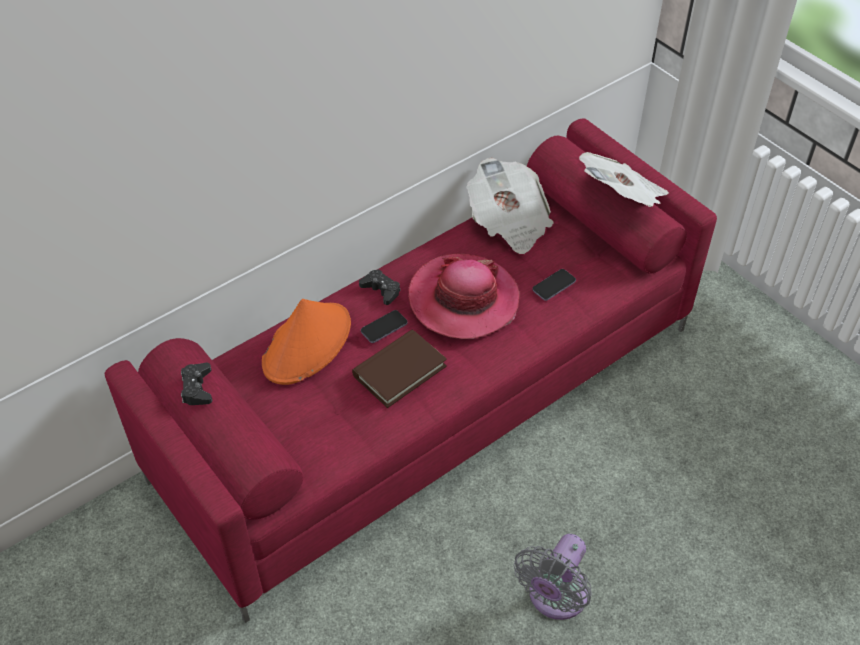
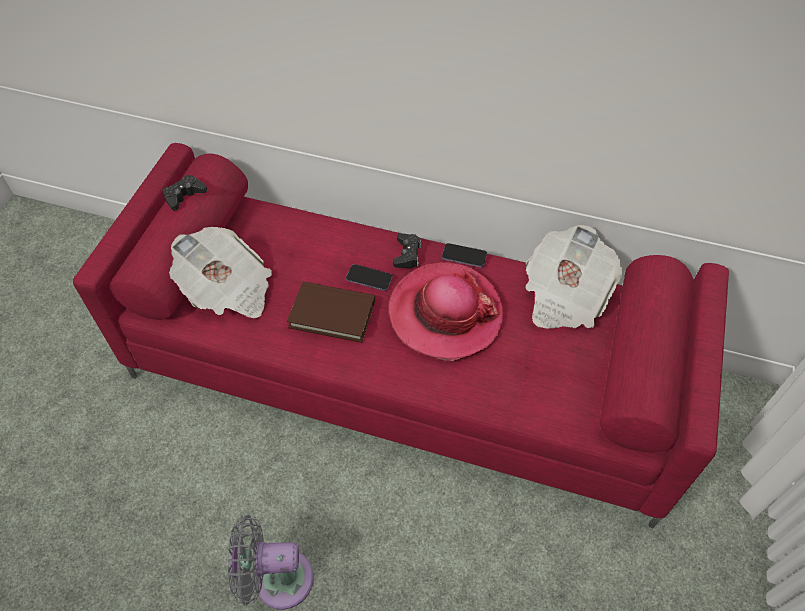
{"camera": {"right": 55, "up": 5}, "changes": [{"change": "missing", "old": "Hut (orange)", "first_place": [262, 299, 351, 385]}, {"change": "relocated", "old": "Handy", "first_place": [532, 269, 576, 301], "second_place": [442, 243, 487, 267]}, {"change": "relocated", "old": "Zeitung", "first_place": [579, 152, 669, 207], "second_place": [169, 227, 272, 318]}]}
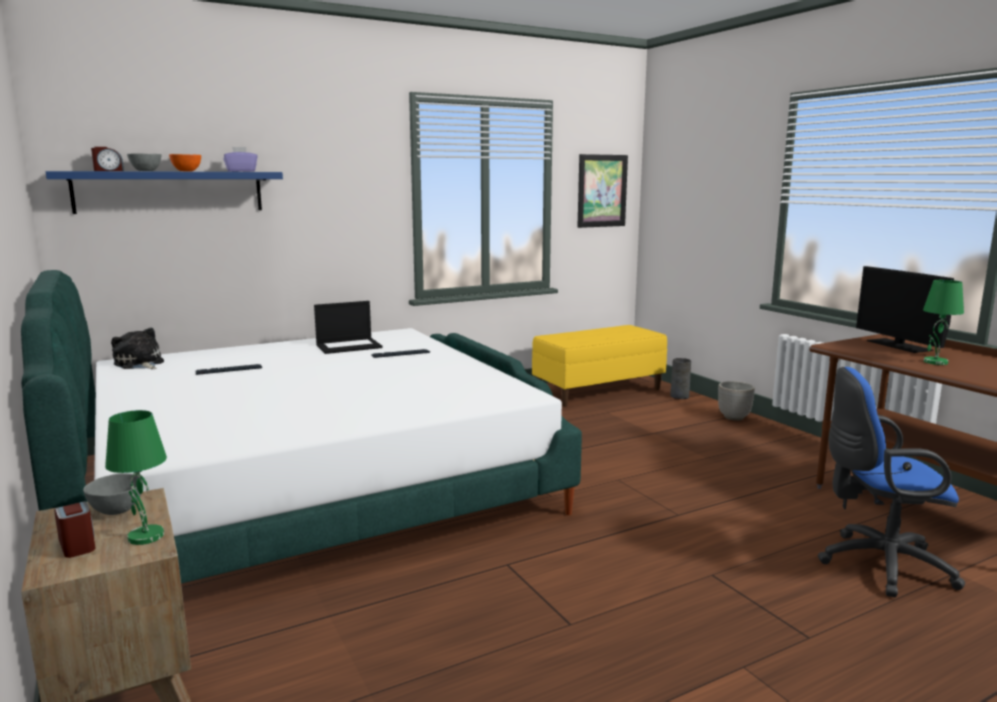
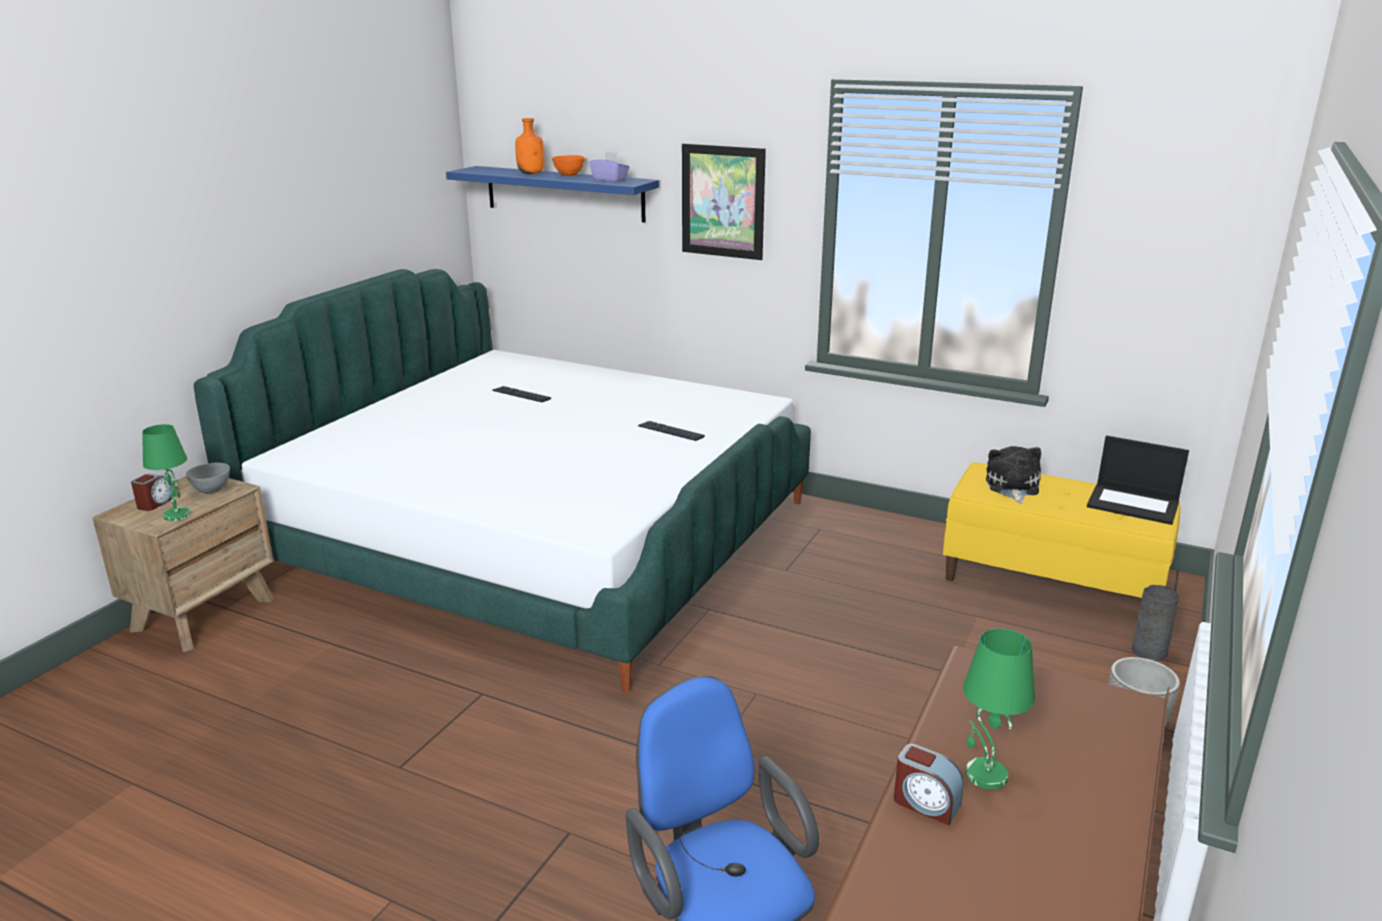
{"camera": {"right": 55, "up": 10}, "changes": [{"change": "missing", "old": "Monitor", "first_place": [856, 266, 954, 353]}, {"change": "relocated", "old": "Wecker", "first_place": [91, 147, 124, 171], "second_place": [894, 744, 964, 825]}, {"change": "relocated", "old": "Plüschtier", "first_place": [111, 327, 164, 369], "second_place": [986, 446, 1041, 504]}, {"change": "relocated", "old": "Laptop", "first_place": [314, 301, 383, 354], "second_place": [1087, 435, 1189, 525]}, {"change": "relocated", "old": "Bild", "first_place": [577, 154, 628, 228], "second_place": [682, 143, 766, 260]}, {"change": "exchanged", "old": "Schüssel (grau)", "new": "Flasche (orange)", "first_place": [127, 153, 162, 171], "second_place": [515, 118, 544, 174]}]}
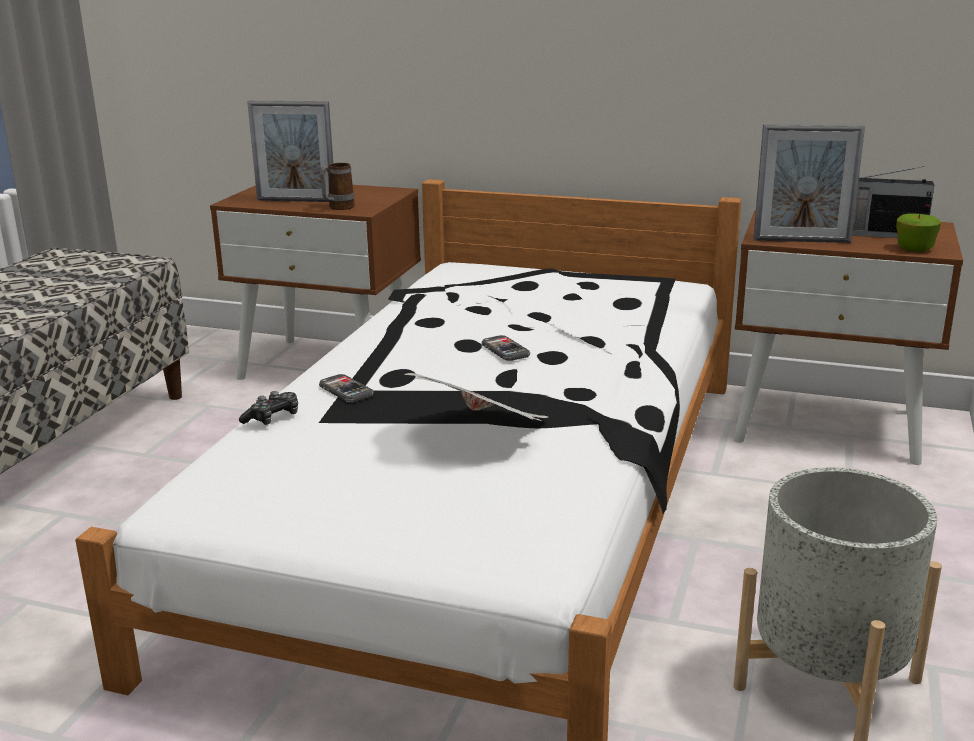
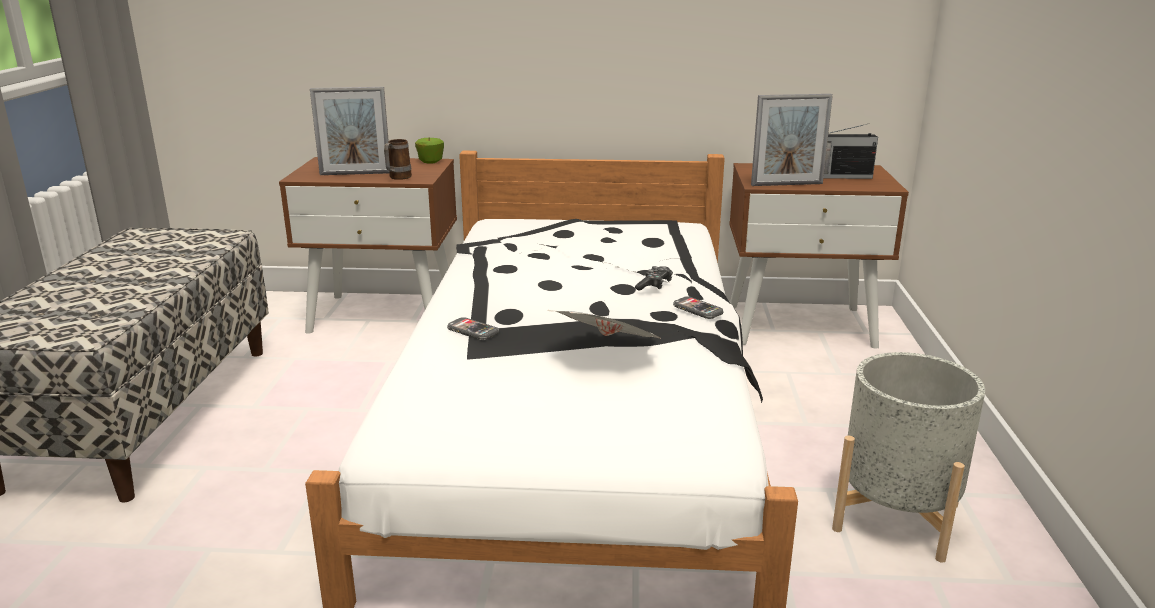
{"camera": {"right": -15, "up": 0}, "changes": [{"change": "relocated", "old": "Gamepad", "first_place": [239, 391, 298, 425], "second_place": [635, 266, 673, 291]}, {"change": "relocated", "old": "Handy", "first_place": [481, 335, 530, 361], "second_place": [673, 296, 724, 319]}, {"change": "relocated", "old": "Apfel", "first_place": [896, 213, 941, 252], "second_place": [415, 138, 444, 164]}]}
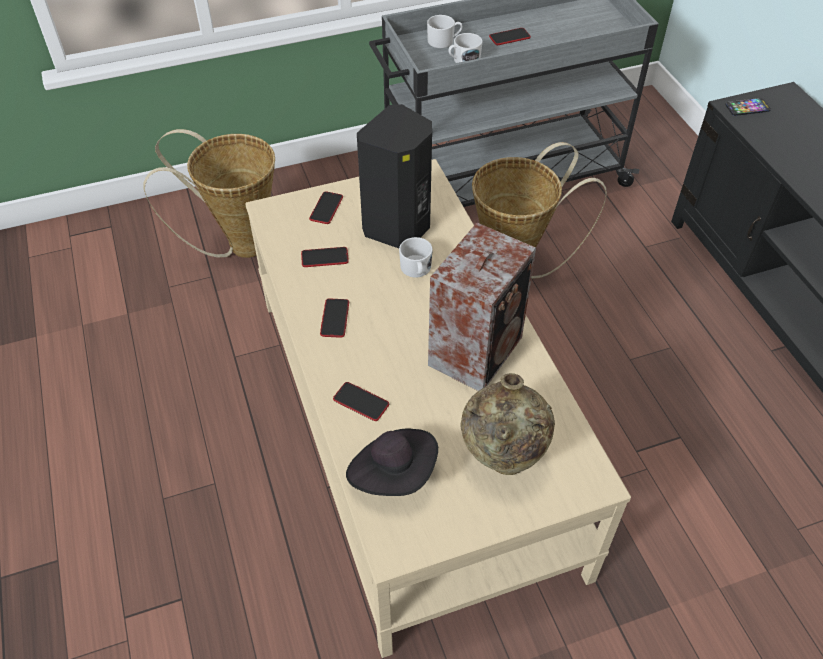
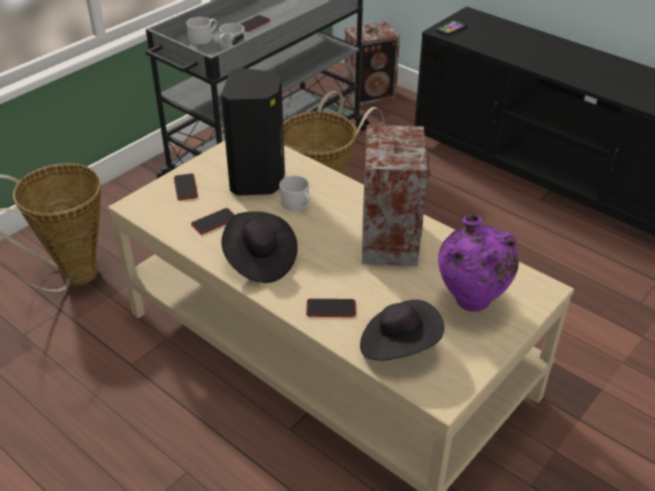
{"camera": {"right": -30, "up": -10}, "changes": [{"change": "appeared", "new": "Lautsprecher", "second_place": [344, 22, 400, 106]}, {"change": "exchanged", "old": "Handy", "new": "Hut (schwarz)", "first_place": [320, 298, 349, 338], "second_place": [221, 211, 298, 283]}, {"change": "colour", "old": "Vase (beige)", "new": "Vase (lila)", "first_place": [460, 373, 555, 475], "second_place": [438, 215, 519, 312]}]}
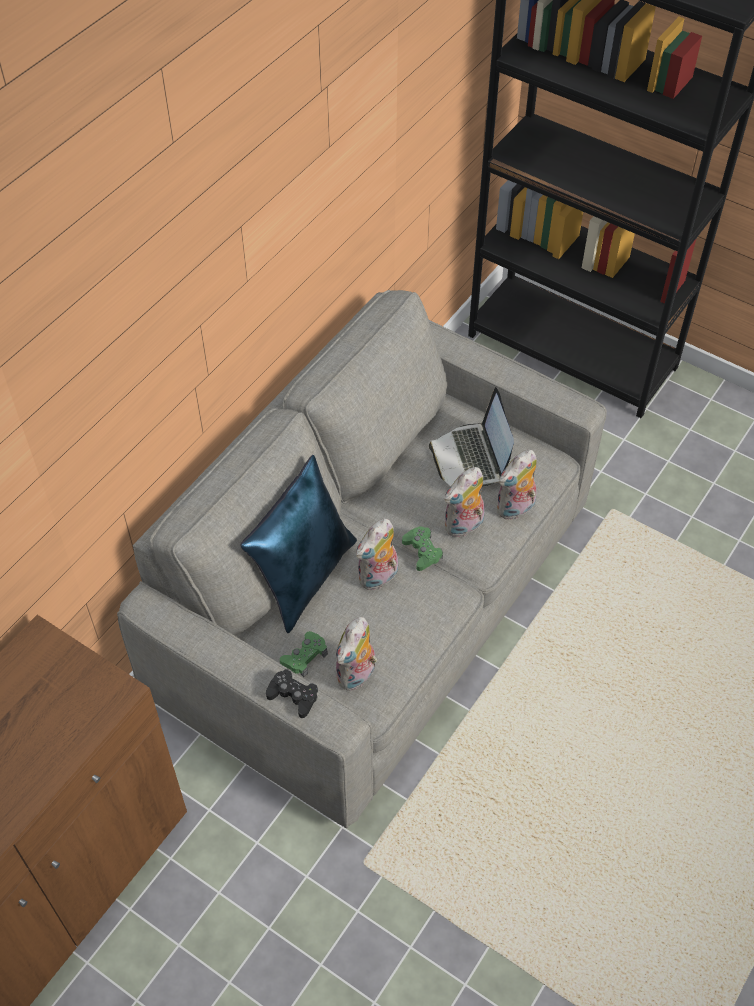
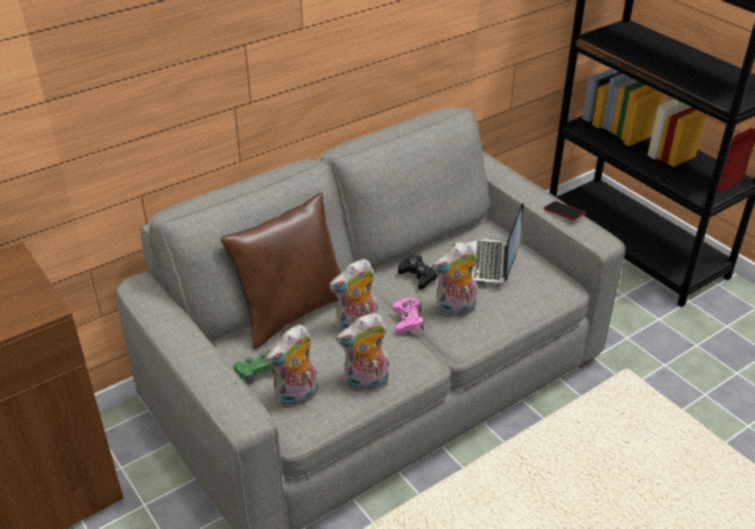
{"camera": {"right": 20, "up": -15}, "changes": [{"change": "appeared", "new": "Handy", "second_place": [544, 201, 585, 220]}, {"change": "relocated", "old": "Gamepad (schwarz)", "first_place": [266, 669, 318, 718], "second_place": [398, 255, 439, 290]}, {"change": "relocated", "old": "Plüschtier", "first_place": [497, 450, 537, 520], "second_place": [336, 313, 389, 393]}, {"change": "colour", "old": "Kissen (blau)", "new": "Kissen (braun)", "first_place": [241, 455, 357, 633], "second_place": [221, 193, 341, 349]}, {"change": "colour", "old": "Gamepad (grün)", "new": "Gamepad (rosa)", "first_place": [402, 526, 443, 571], "second_place": [393, 298, 424, 334]}]}
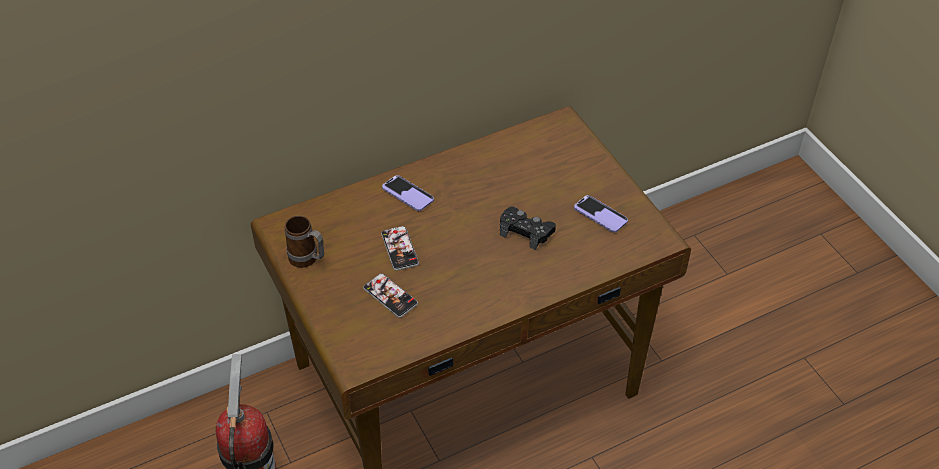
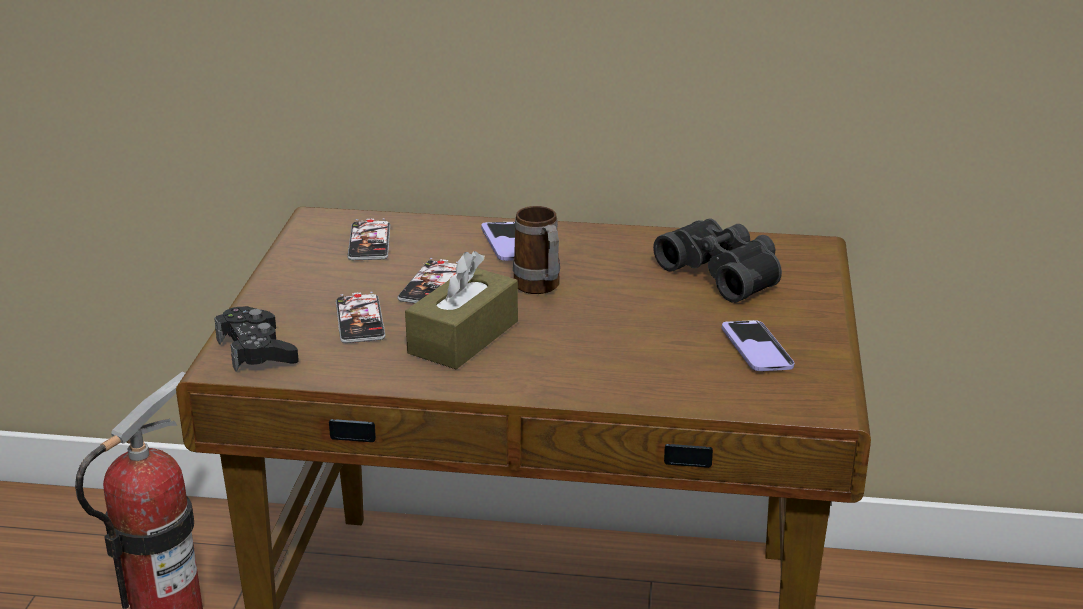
{"camera": {"right": 35, "up": -20}, "changes": [{"change": "appeared", "new": "Handy", "second_place": [347, 218, 390, 260]}, {"change": "appeared", "new": "Taschentuchbox (braun)", "second_place": [405, 251, 518, 369]}, {"change": "appeared", "new": "Fernglas (schwarz)", "second_place": [653, 218, 782, 303]}, {"change": "relocated", "old": "Henkelbecher", "first_place": [284, 216, 324, 268], "second_place": [513, 206, 560, 294]}, {"change": "relocated", "old": "Gamepad (schwarz)", "first_place": [500, 207, 556, 250], "second_place": [214, 306, 299, 372]}]}
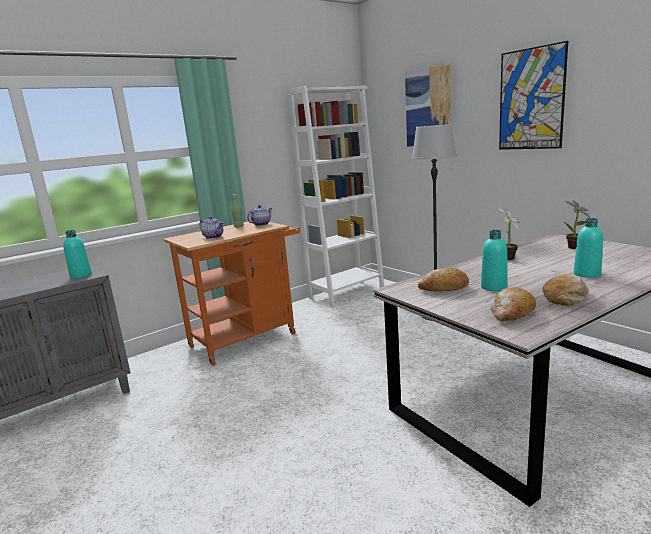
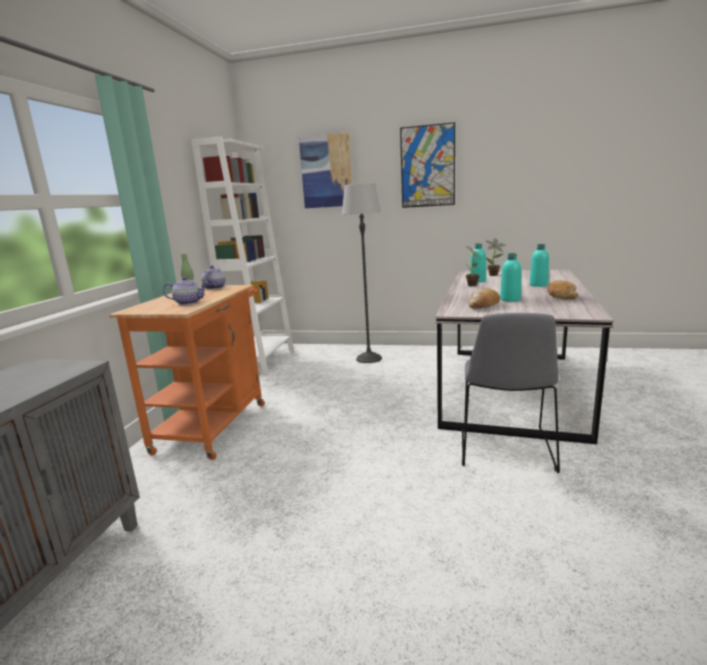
{"camera": {"right": -40, "up": 0}, "changes": [{"change": "missing", "old": "Brot", "first_place": [491, 287, 536, 321]}, {"change": "appeared", "new": "Stuhl (grau)", "second_place": [462, 313, 560, 473]}, {"change": "relocated", "old": "Flasche (türkis)", "first_place": [63, 230, 92, 279], "second_place": [470, 243, 486, 283]}]}
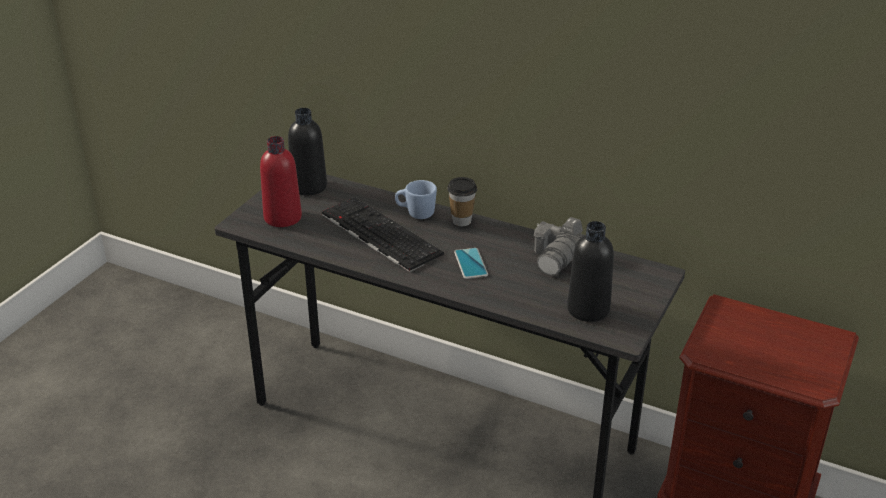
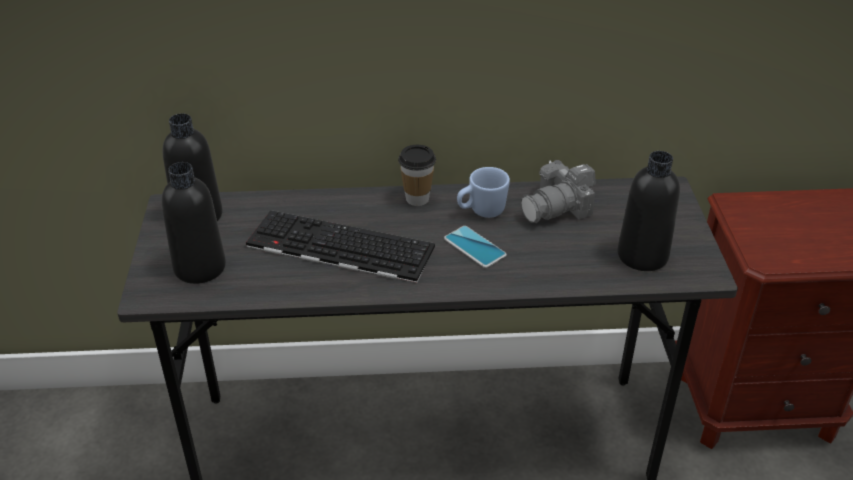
{"camera": {"right": -30, "up": 5}, "changes": [{"change": "relocated", "old": "Henkelbecher (blau)", "first_place": [395, 180, 437, 219], "second_place": [457, 167, 510, 218]}, {"change": "colour", "old": "Flasche (rot)", "new": "Flasche (schwarz)", "first_place": [260, 136, 302, 227], "second_place": [161, 162, 226, 284]}, {"change": "spun", "old": "Kamera", "first_place": [534, 217, 584, 276], "second_place": [520, 160, 596, 223], "degrees": 60}]}
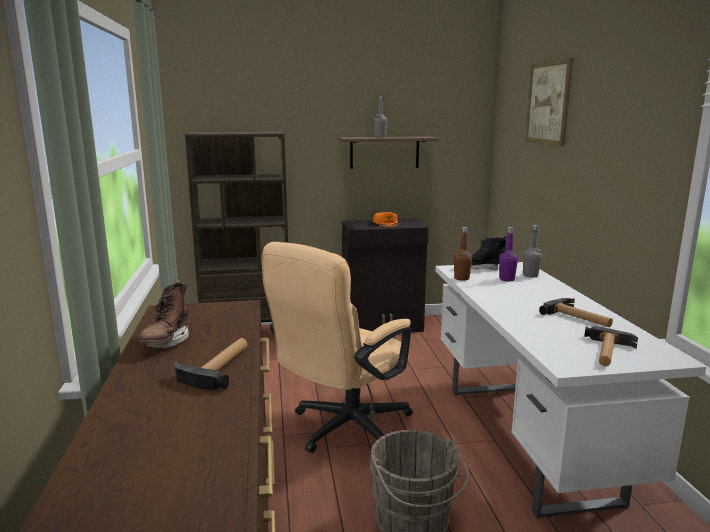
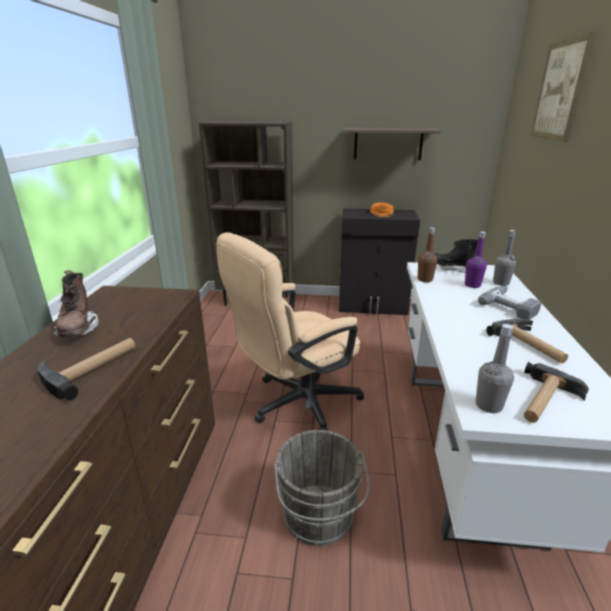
{"camera": {"right": 15, "up": 10}, "changes": [{"change": "appeared", "new": "Bohrmaschine", "second_place": [478, 286, 541, 320]}, {"change": "relocated", "old": "Flasche (grau)", "first_place": [374, 96, 387, 137], "second_place": [476, 324, 514, 413]}, {"change": "spun", "old": "Stiefel (braun)", "first_place": [138, 280, 190, 348], "second_place": [53, 270, 99, 337], "degrees": -45}]}
